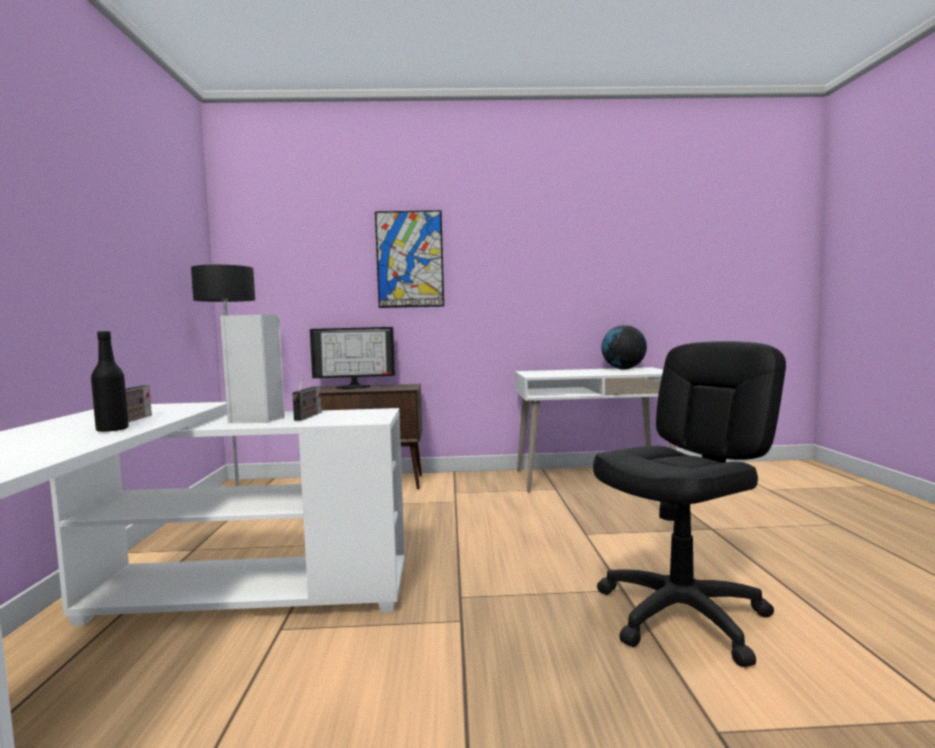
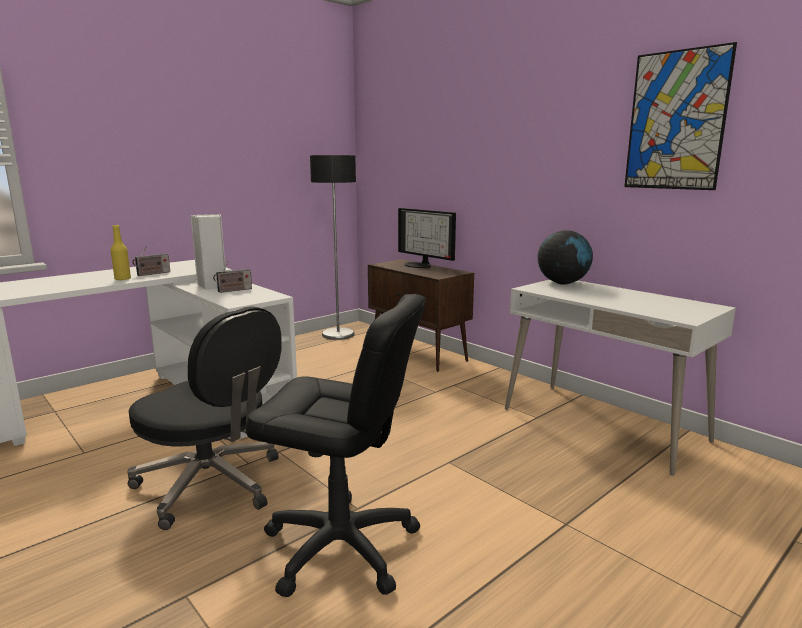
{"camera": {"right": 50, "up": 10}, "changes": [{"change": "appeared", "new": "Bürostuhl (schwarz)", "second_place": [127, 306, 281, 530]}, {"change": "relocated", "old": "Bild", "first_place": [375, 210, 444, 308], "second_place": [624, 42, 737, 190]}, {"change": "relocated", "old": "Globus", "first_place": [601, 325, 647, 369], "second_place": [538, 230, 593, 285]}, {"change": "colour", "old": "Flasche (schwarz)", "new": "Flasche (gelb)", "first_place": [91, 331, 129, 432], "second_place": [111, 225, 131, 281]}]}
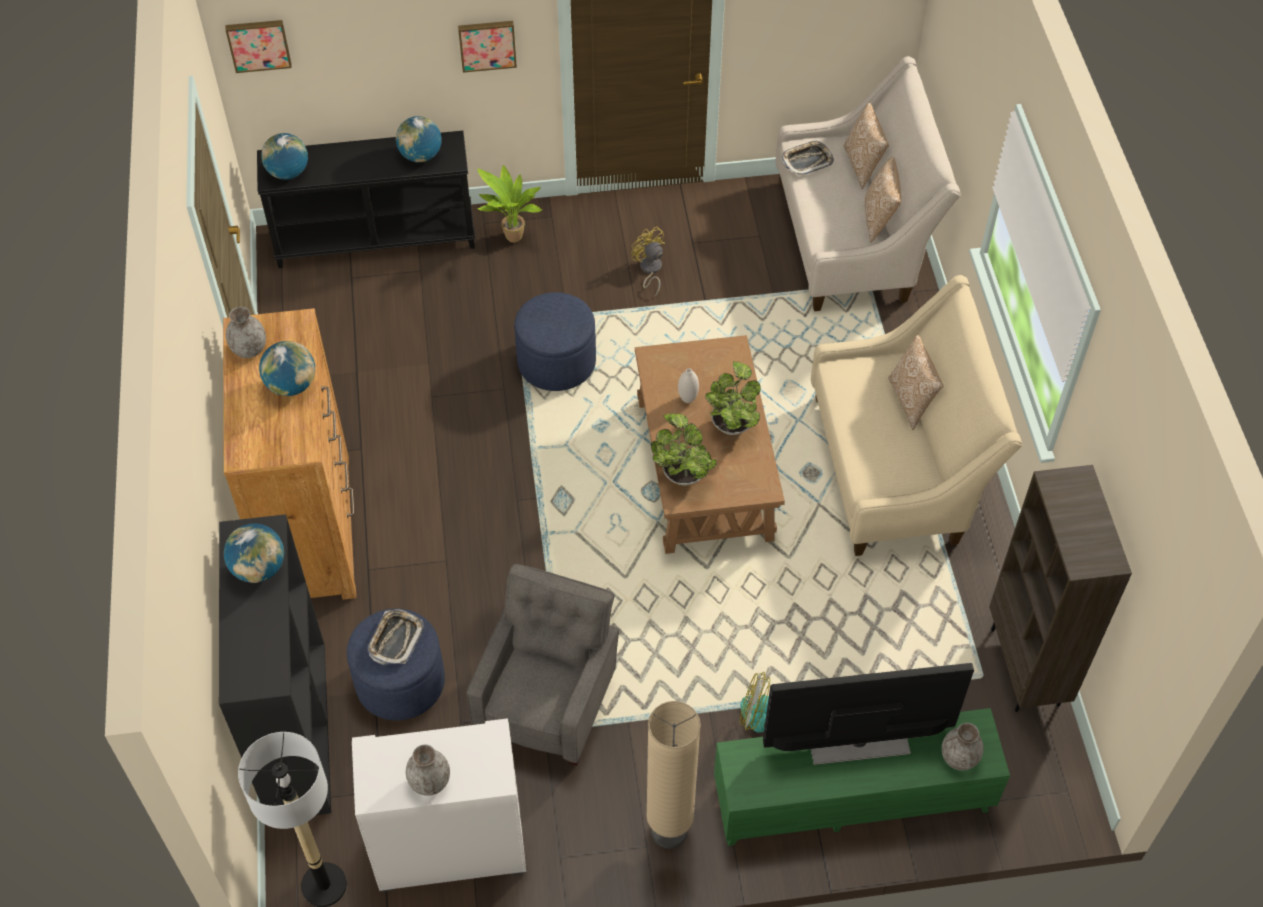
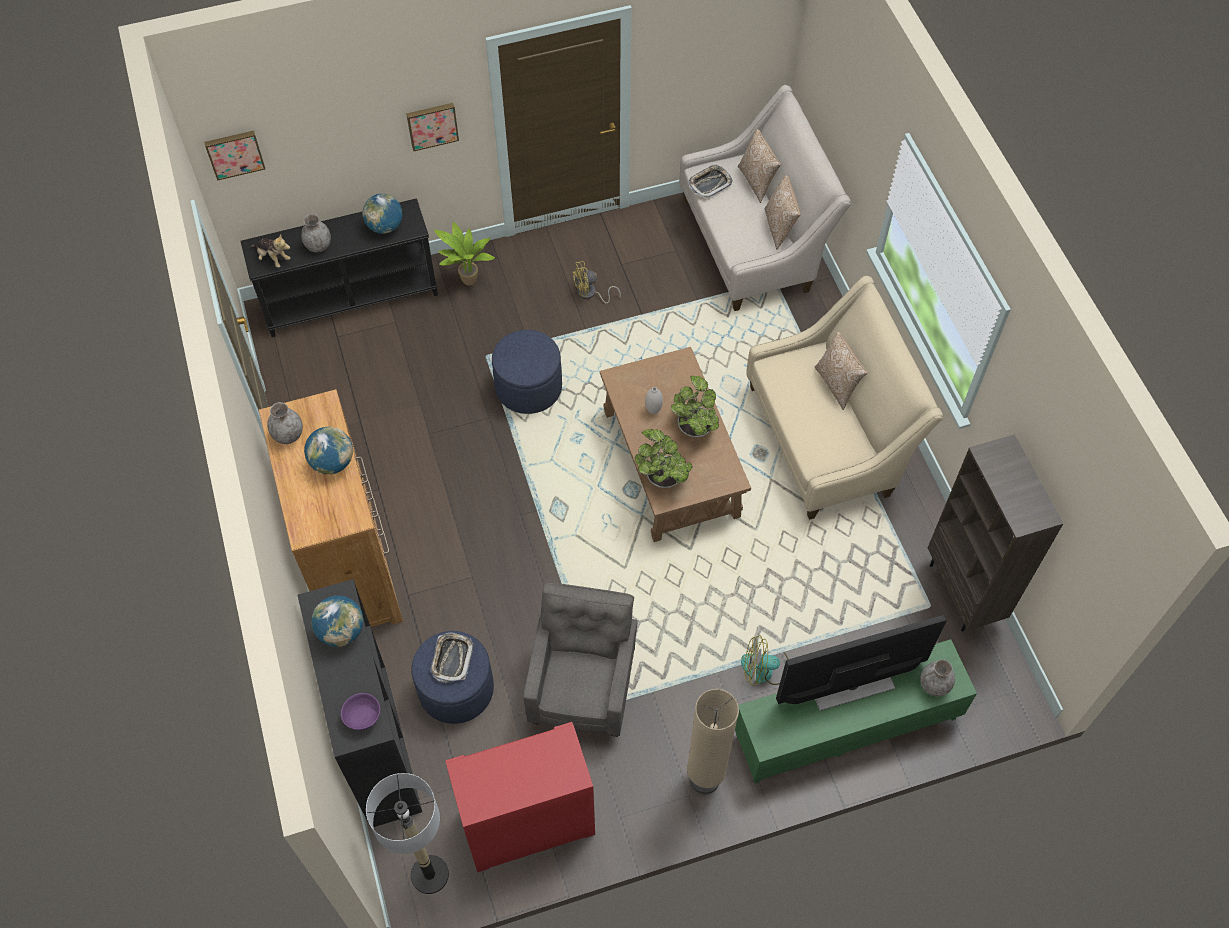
{"camera": {"right": -10, "up": 5}, "changes": [{"change": "appeared", "new": "Schüssel (lila)", "second_place": [341, 693, 380, 730]}, {"change": "relocated", "old": "Vase (grau)", "first_place": [406, 744, 450, 796], "second_place": [301, 214, 331, 252]}, {"change": "exchanged", "old": "Globus", "new": "Plüschtier", "first_place": [261, 133, 308, 180], "second_place": [250, 234, 291, 268]}, {"change": "colour", "old": "Schrank (weiß)", "new": "Schrank (rot)", "first_place": [352, 718, 526, 892], "second_place": [445, 722, 595, 872]}, {"change": "spun", "old": "Ventilator (gelb)", "first_place": [631, 227, 665, 297], "second_place": [572, 261, 621, 304], "degrees": -60}]}
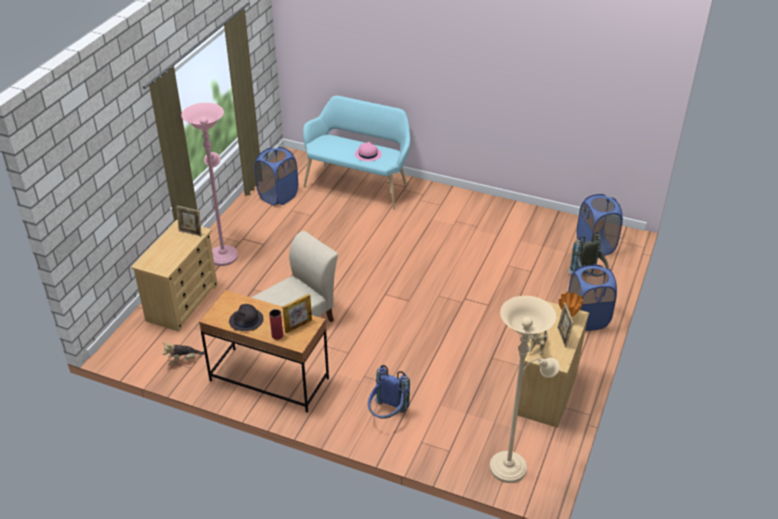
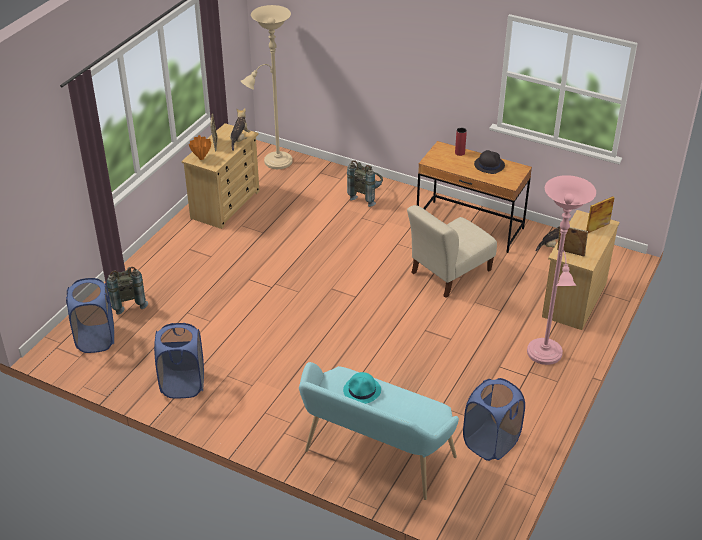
{"camera": {"right": -175, "up": 0}, "changes": [{"change": "relocated", "old": "Bilderrahmen", "first_place": [282, 294, 312, 333], "second_place": [586, 196, 615, 233]}, {"change": "relocated", "old": "Wäschekorb (blau)", "first_place": [568, 264, 617, 331], "second_place": [154, 323, 204, 398]}, {"change": "colour", "old": "Hut (rosa)", "new": "Hut (türkis)", "first_place": [355, 142, 381, 161], "second_place": [343, 372, 381, 404]}, {"change": "colour", "old": "Rucksack (blau)", "new": "Rucksack (grau)", "first_place": [368, 365, 410, 419], "second_place": [347, 160, 383, 207]}]}
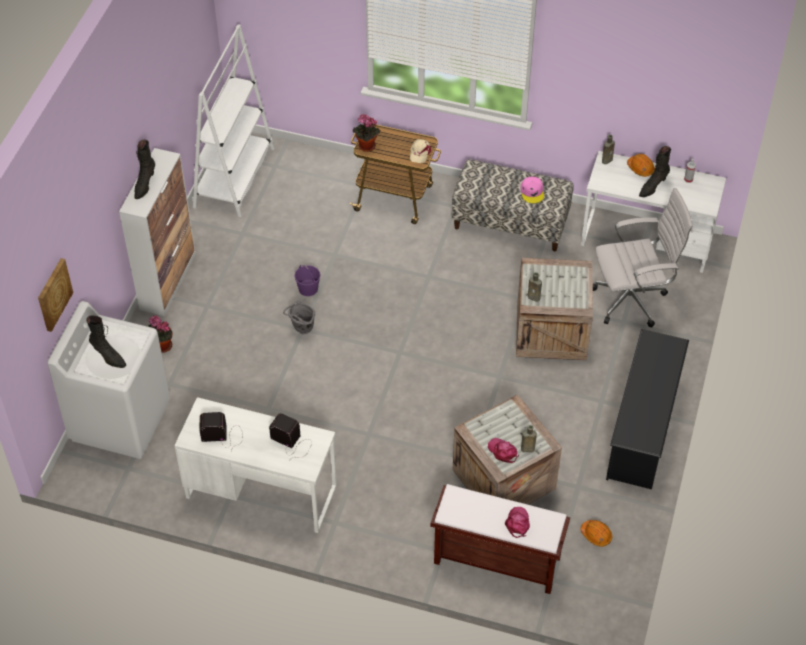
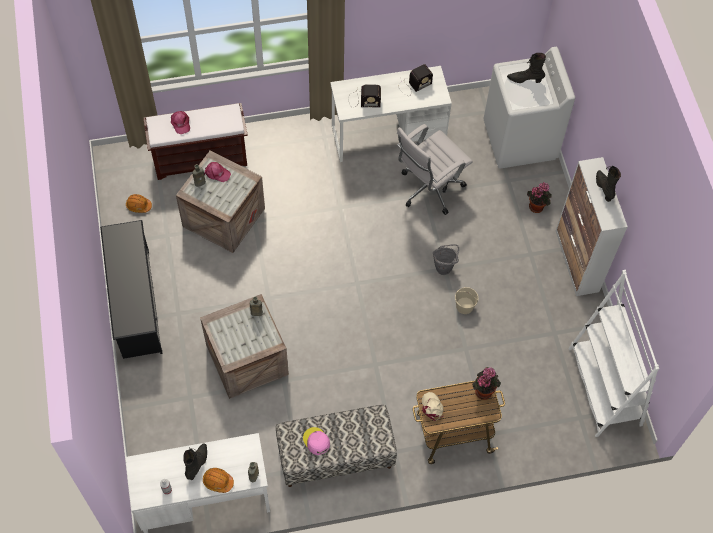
{"camera": {"right": 150, "up": 10}, "changes": [{"change": "missing", "old": "Bild", "first_place": [38, 258, 73, 332]}, {"change": "relocated", "old": "Bürostuhl (weiß)", "first_place": [593, 188, 693, 327], "second_place": [397, 124, 473, 215]}, {"change": "colour", "old": "Eimer (lila)", "new": "Eimer (beige)", "first_place": [294, 265, 320, 296], "second_place": [455, 287, 479, 314]}]}
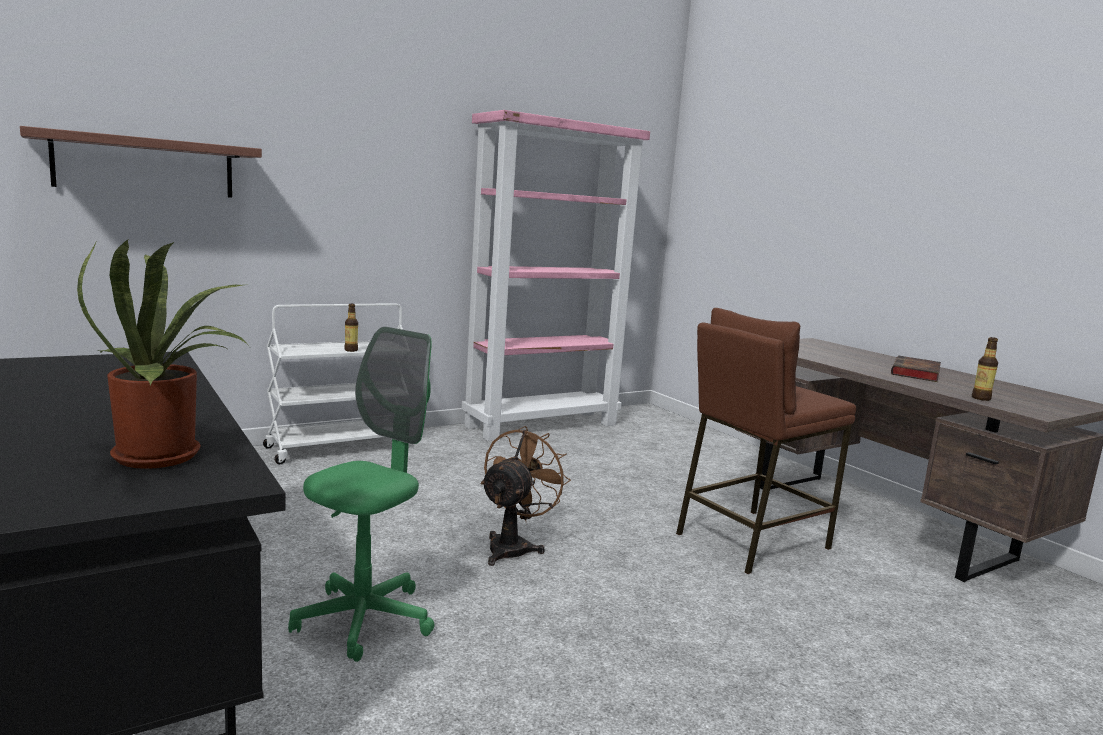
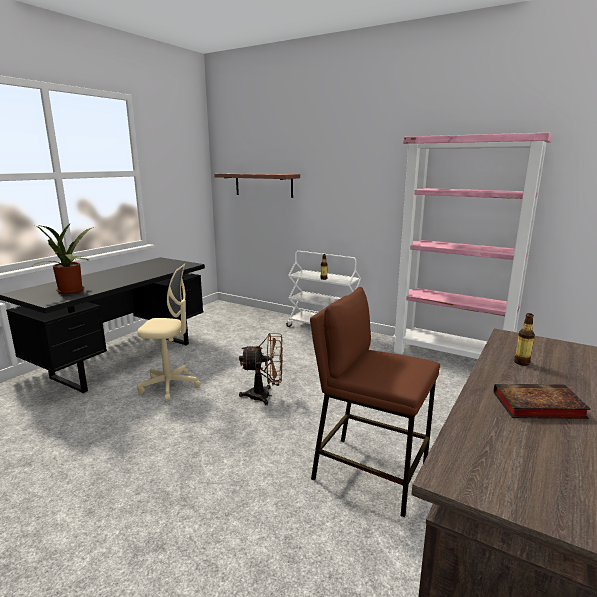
{"camera": {"right": 65, "up": 5}, "changes": [{"change": "relocated", "old": "Flasche", "first_place": [972, 337, 998, 401], "second_place": [514, 313, 535, 366]}, {"change": "colour", "old": "Bürostuhl (grün)", "new": "Bürostuhl (beige)", "first_place": [288, 327, 434, 662], "second_place": [137, 264, 201, 401]}]}
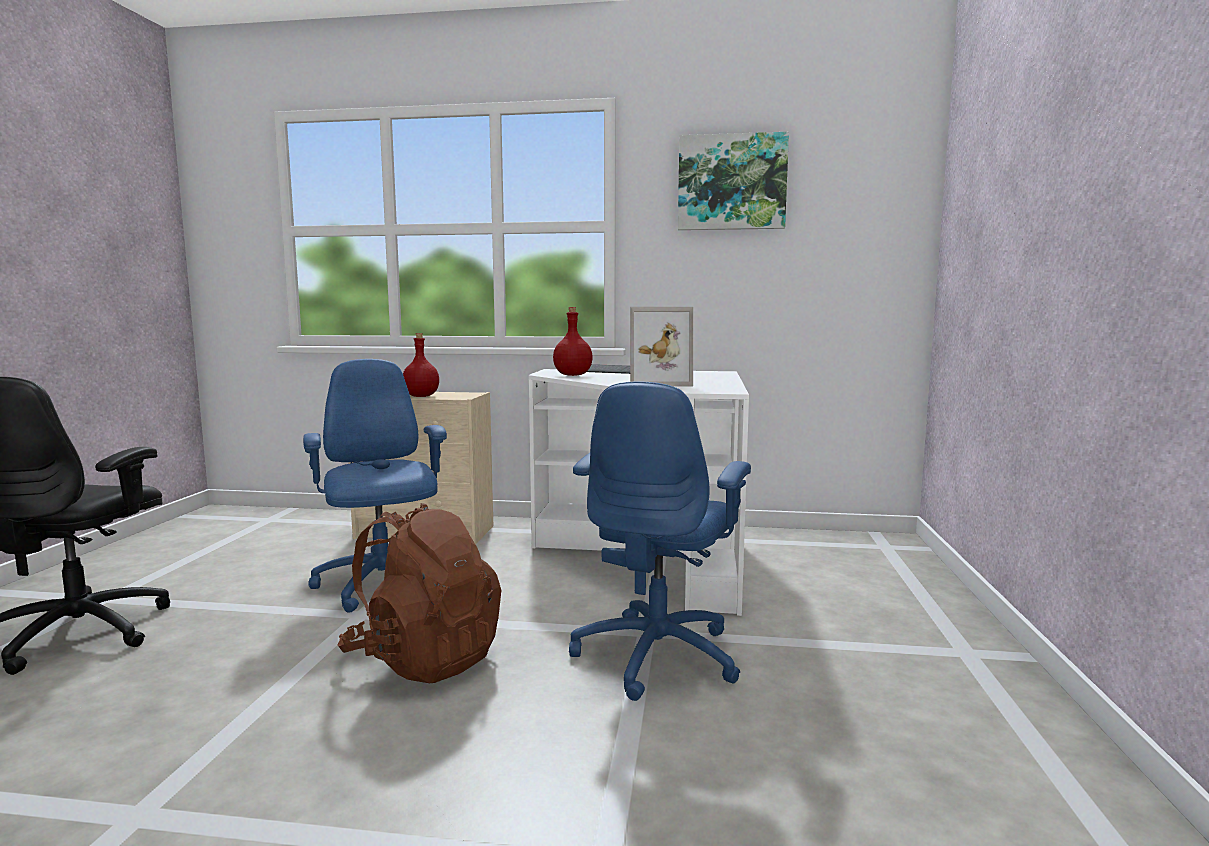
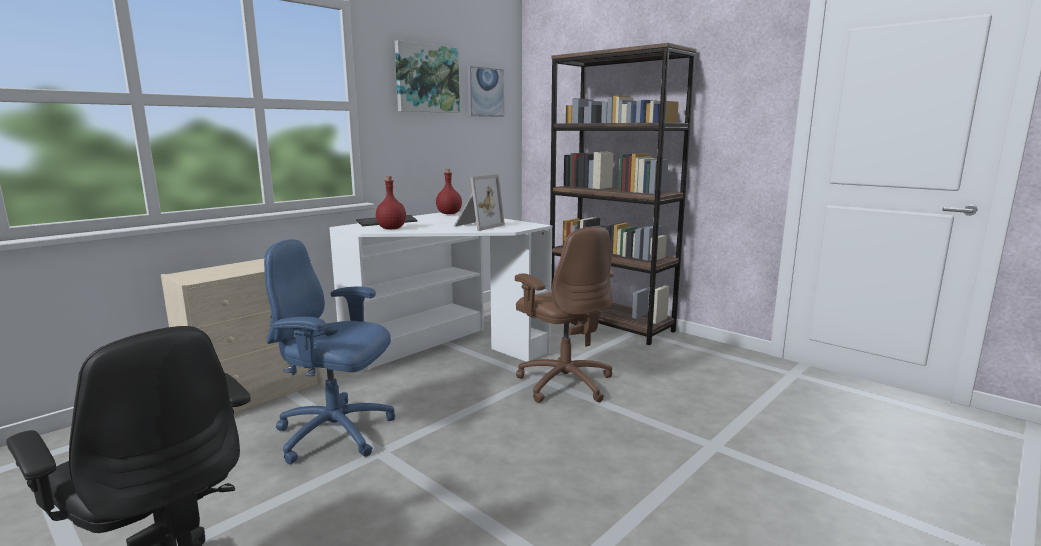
{"camera": {"right": -55, "up": 5}, "changes": [{"change": "missing", "old": "Rucksack (braun)", "first_place": [338, 503, 501, 683]}, {"change": "appeared", "new": "Bild", "second_place": [468, 66, 504, 117]}, {"change": "appeared", "new": "Bücherregal (braun)", "second_place": [550, 43, 697, 345]}, {"change": "relocated", "old": "Flasche (rot)", "first_place": [403, 333, 439, 397], "second_place": [436, 169, 462, 214]}, {"change": "colour", "old": "Bürostuhl (blau)", "new": "Bürostuhl (braun)", "first_place": [569, 381, 751, 701], "second_place": [515, 226, 614, 403]}]}
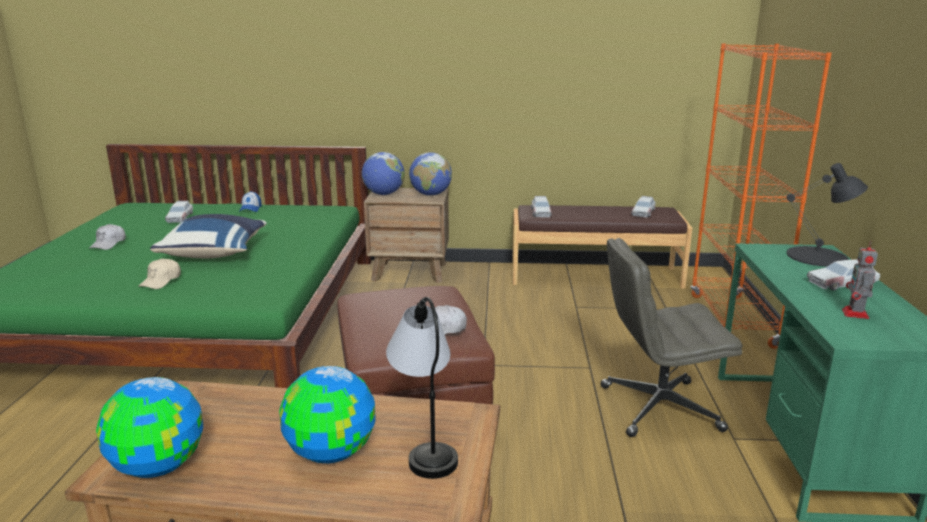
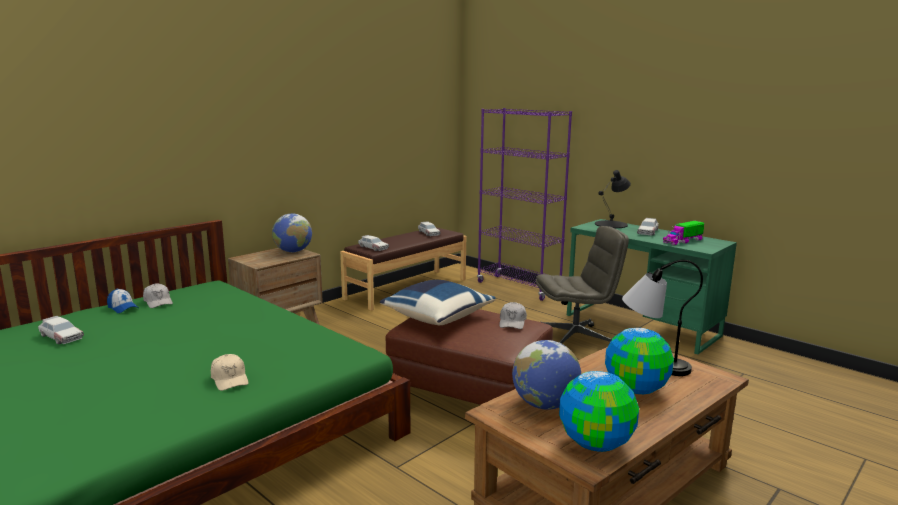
{"camera": {"right": -50, "up": -5}, "changes": [{"change": "relocated", "old": "Kappe (weiß)", "first_place": [89, 224, 126, 250], "second_place": [143, 283, 173, 308]}, {"change": "relocated", "old": "Kissen (blau)", "first_place": [150, 214, 267, 258], "second_place": [380, 280, 496, 325]}, {"change": "relocated", "old": "Globus", "first_place": [362, 152, 405, 195], "second_place": [512, 340, 581, 410]}, {"change": "exchanged", "old": "Spielzeugroboter", "new": "Spielzeuglaster", "first_place": [842, 241, 878, 319], "second_place": [663, 221, 704, 245]}, {"change": "colour", "old": "Bücherregal (orange)", "new": "Bücherregal (lila)", "first_place": [691, 43, 832, 349], "second_place": [477, 108, 572, 301]}, {"change": "spun", "old": "Bürostuhl (grau)", "first_place": [601, 238, 742, 437], "second_place": [536, 226, 629, 344], "degrees": -135}]}
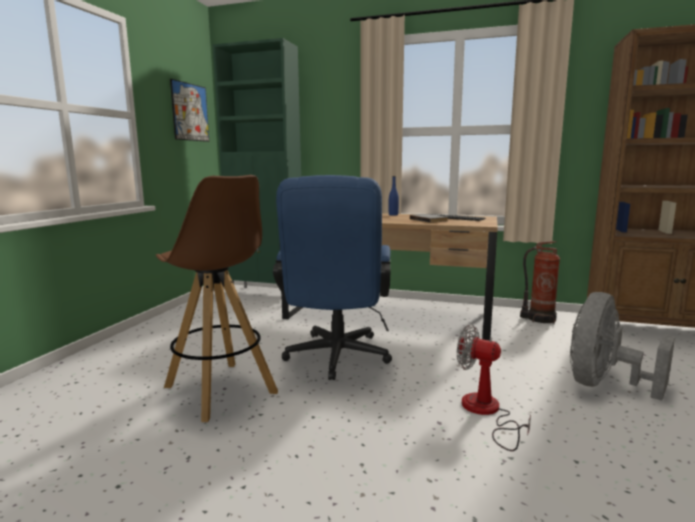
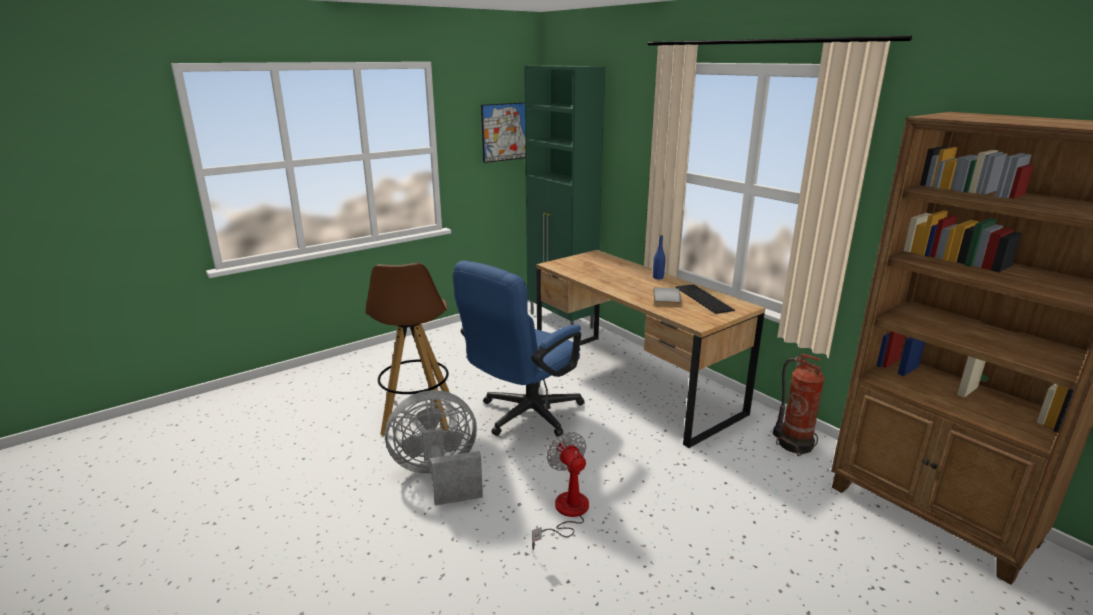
{"camera": {"right": 35, "up": 10}, "changes": [{"change": "relocated", "old": "Ventilator (grau)", "first_place": [570, 292, 675, 401], "second_place": [385, 390, 483, 506]}]}
